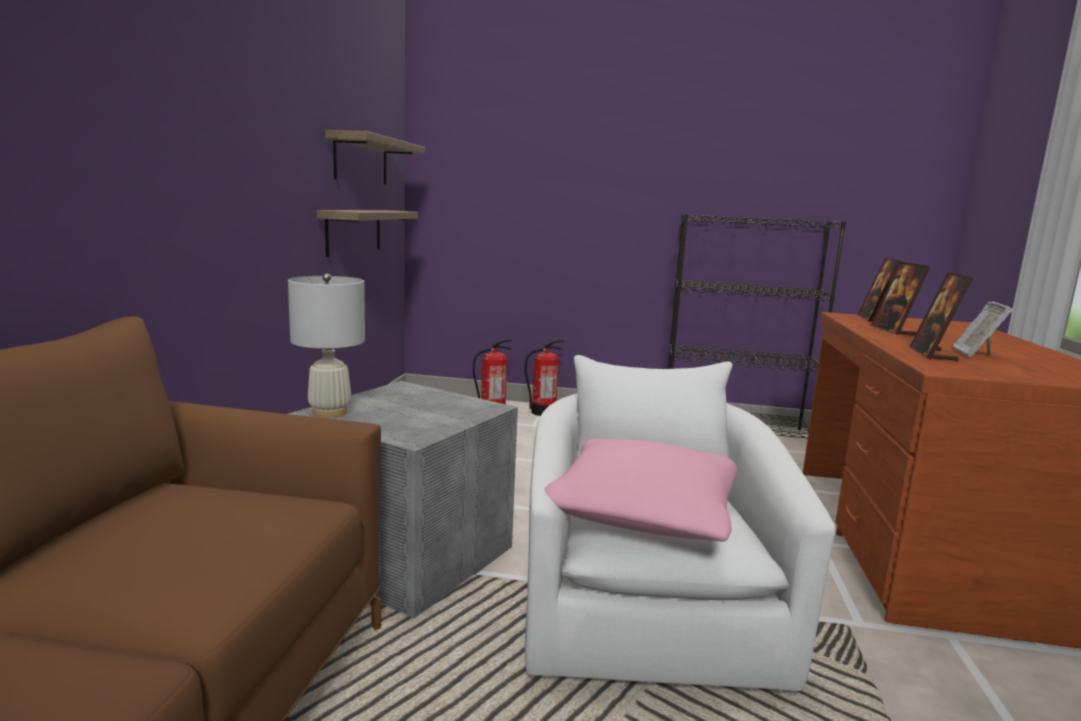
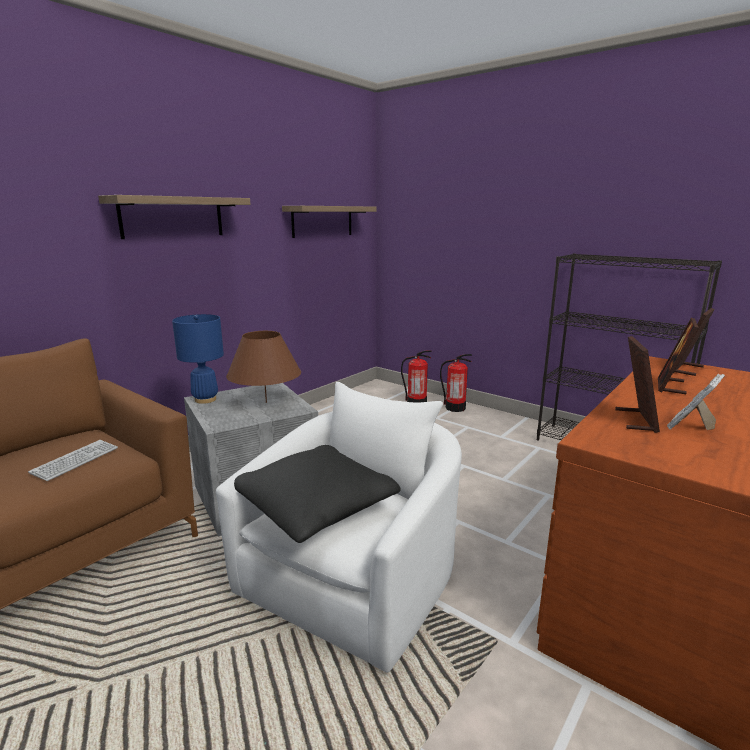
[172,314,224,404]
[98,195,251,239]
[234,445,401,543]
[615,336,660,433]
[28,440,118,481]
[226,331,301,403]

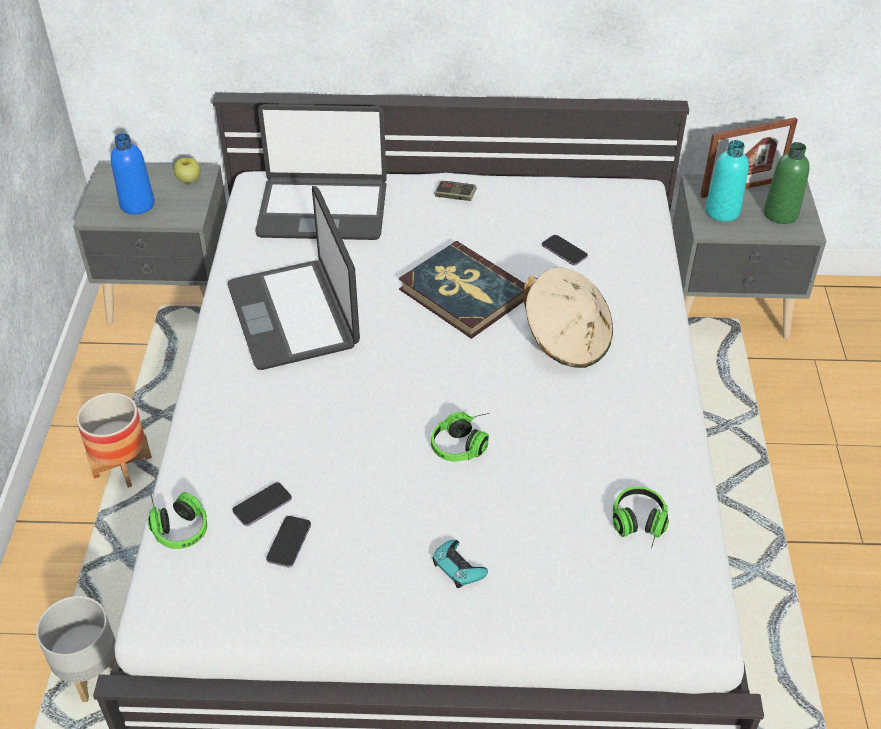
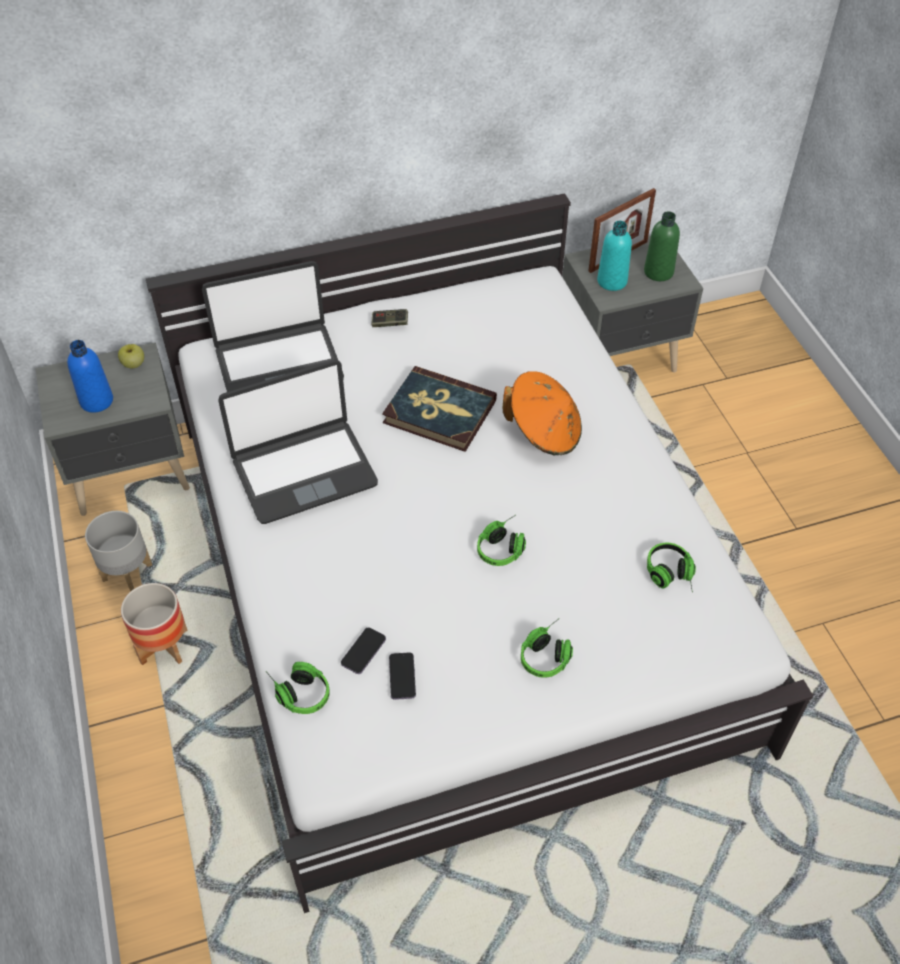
[85,511,152,592]
[218,360,378,524]
[521,620,573,678]
[503,371,582,455]
[542,235,588,265] (first image)

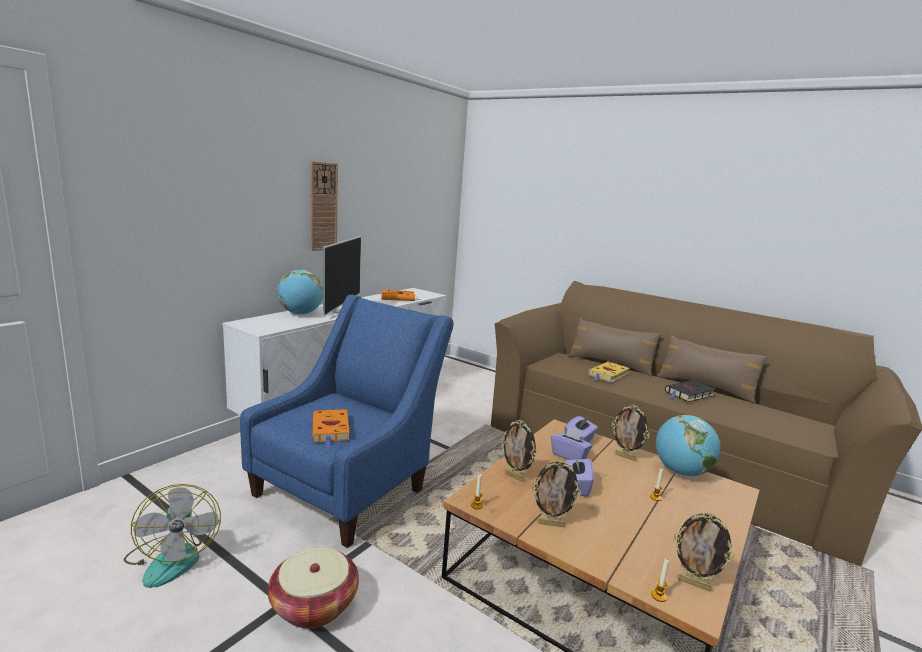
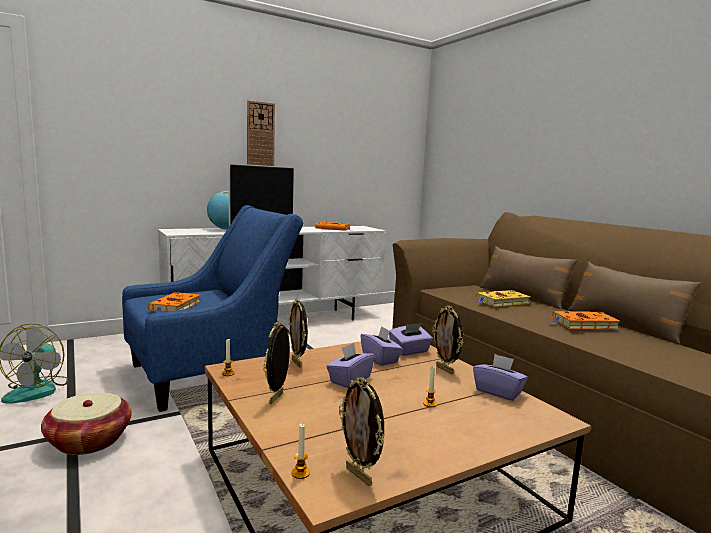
[263,322,290,404]
[473,354,528,401]
[550,311,621,330]

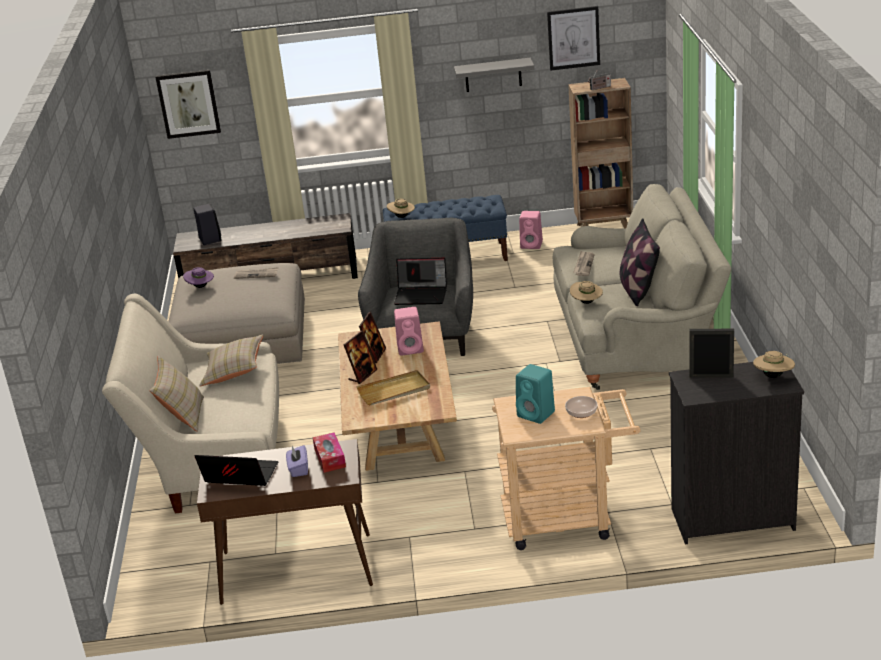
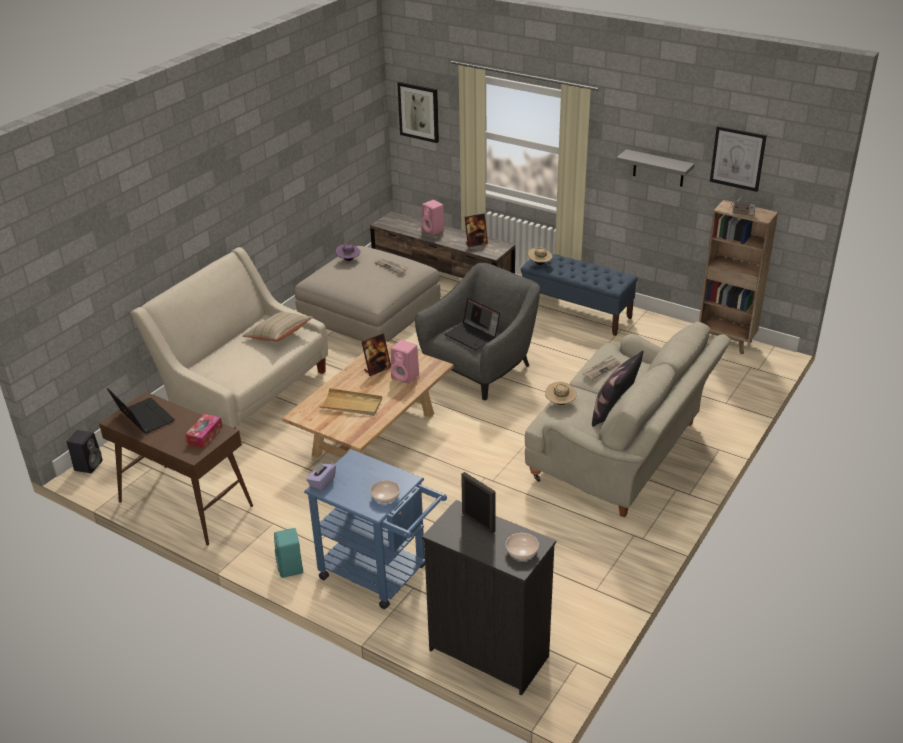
[150,356,204,432] (first image)
[67,430,103,473]
[306,461,336,491]
[465,213,488,247]
[304,449,447,609]
[274,528,303,578]
[421,200,444,235]
[506,533,539,559]

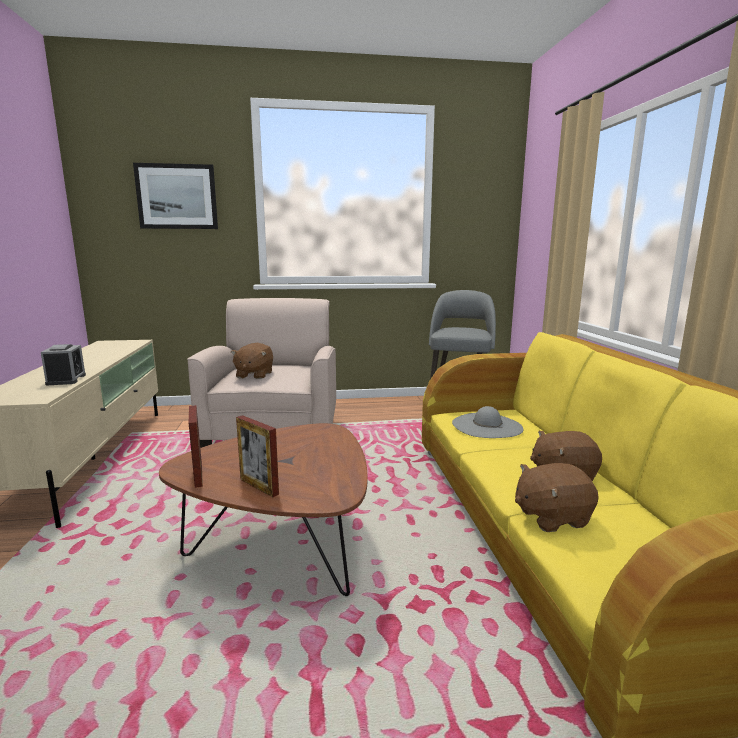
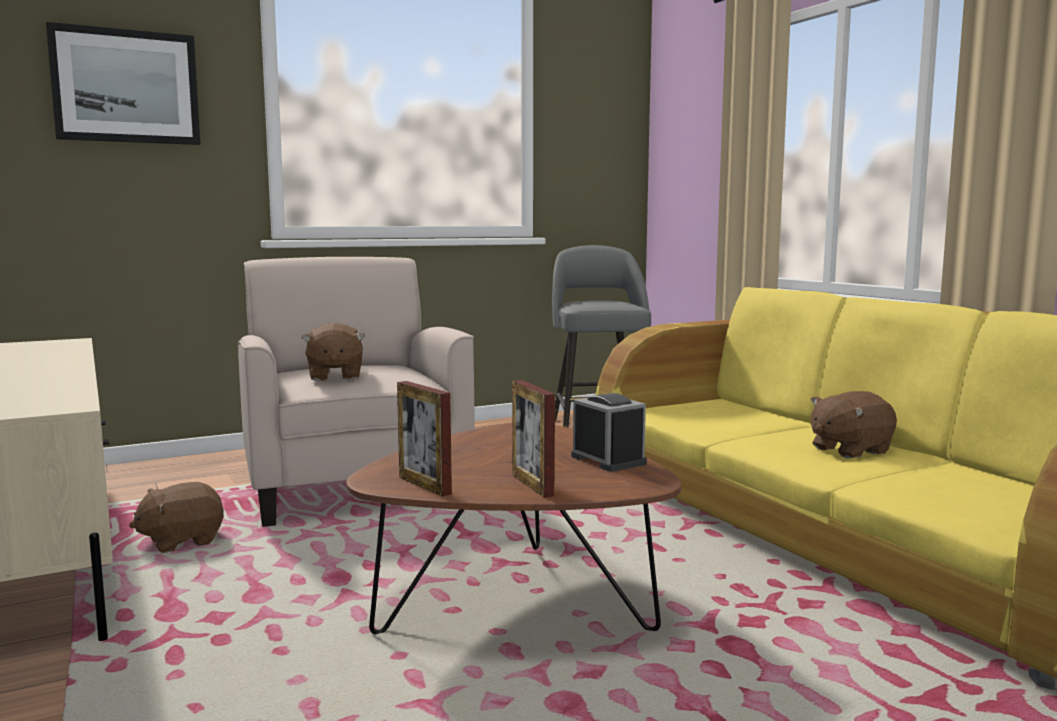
[571,393,647,472]
[512,380,555,498]
[452,406,523,438] (first image)
[129,482,224,553]

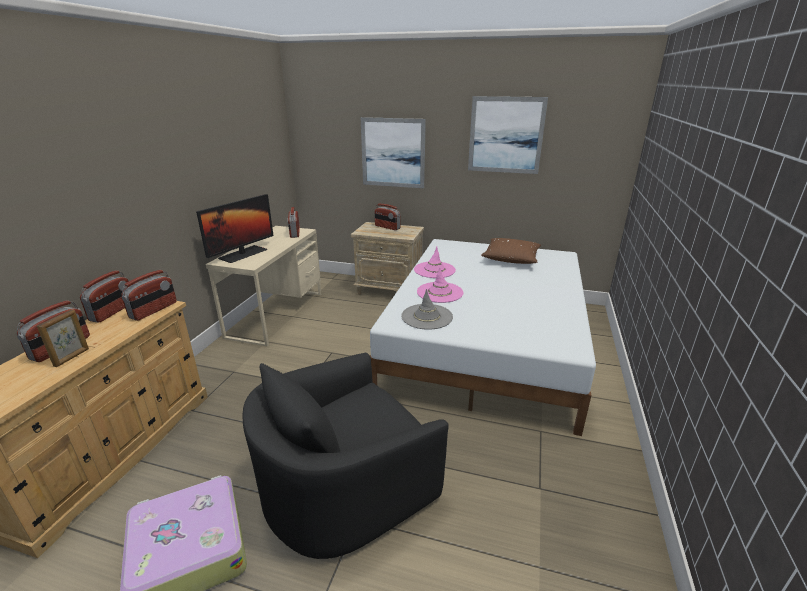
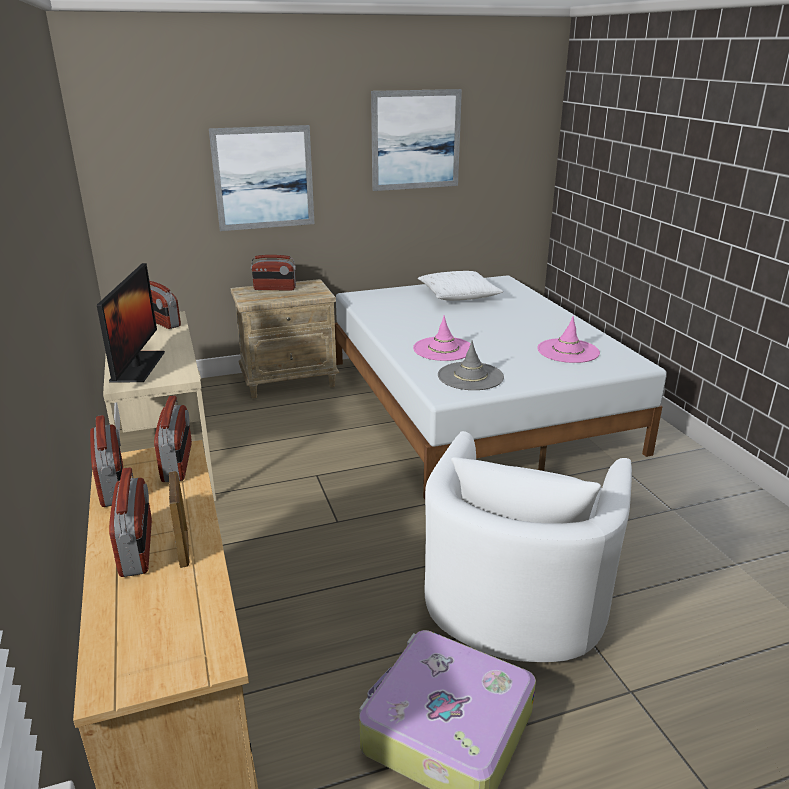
[425,431,632,662]
[537,316,600,363]
[418,271,504,301]

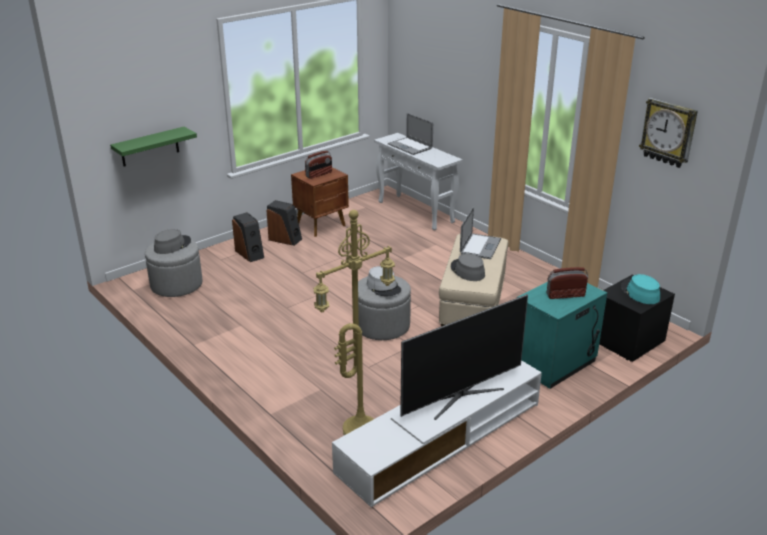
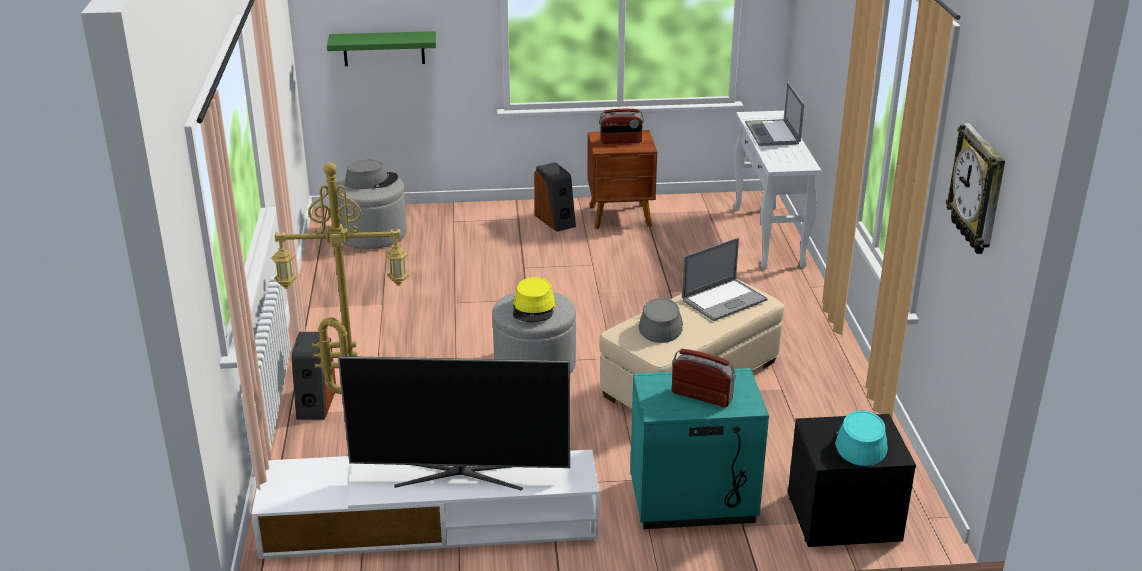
[292,332,336,420]
[513,277,556,322]

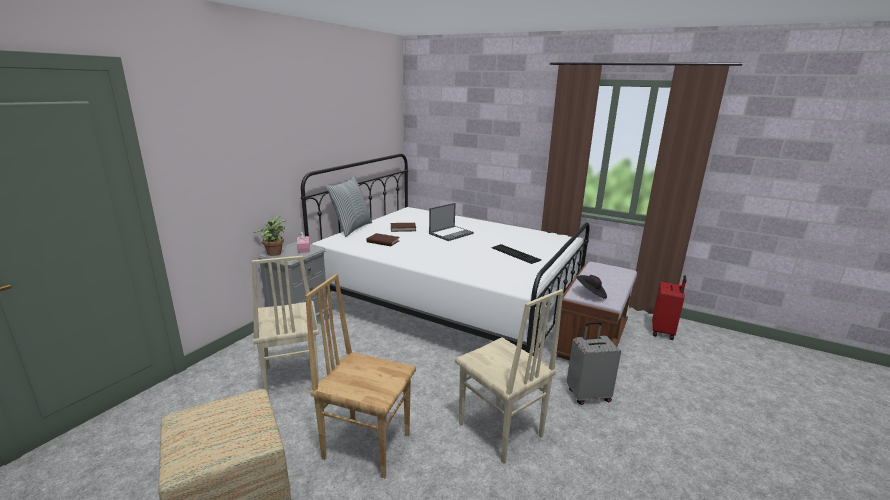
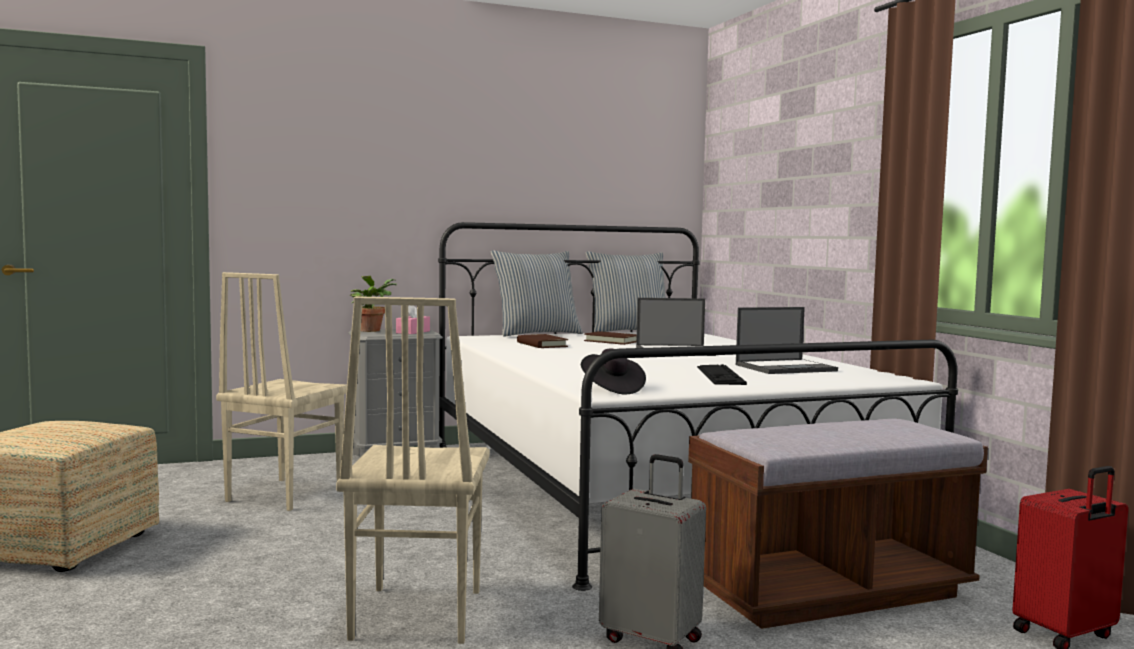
[305,274,416,478] (first image)
[581,349,646,394]
[586,251,666,332]
[736,307,838,374]

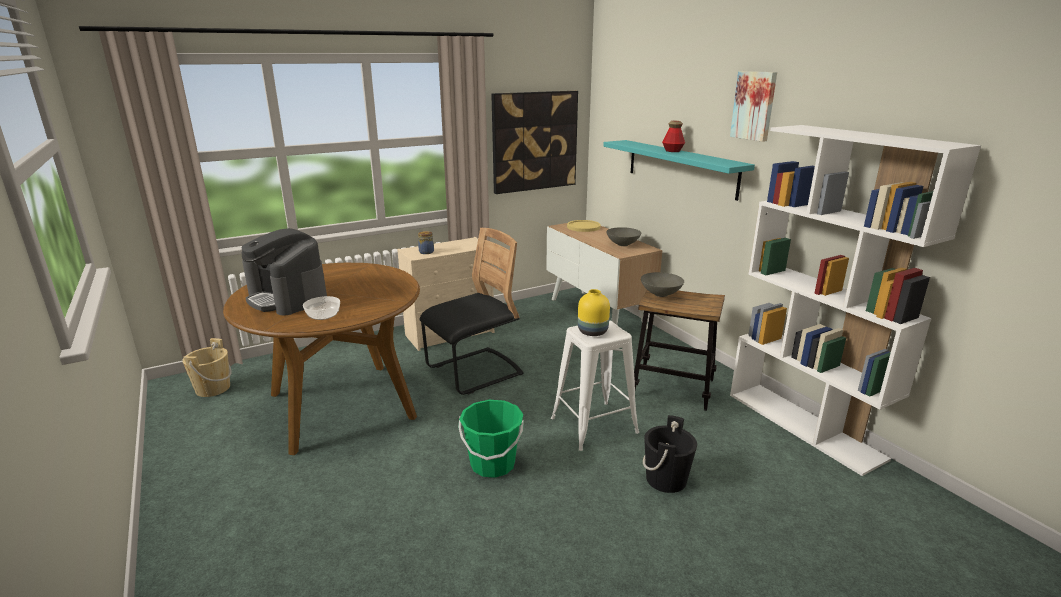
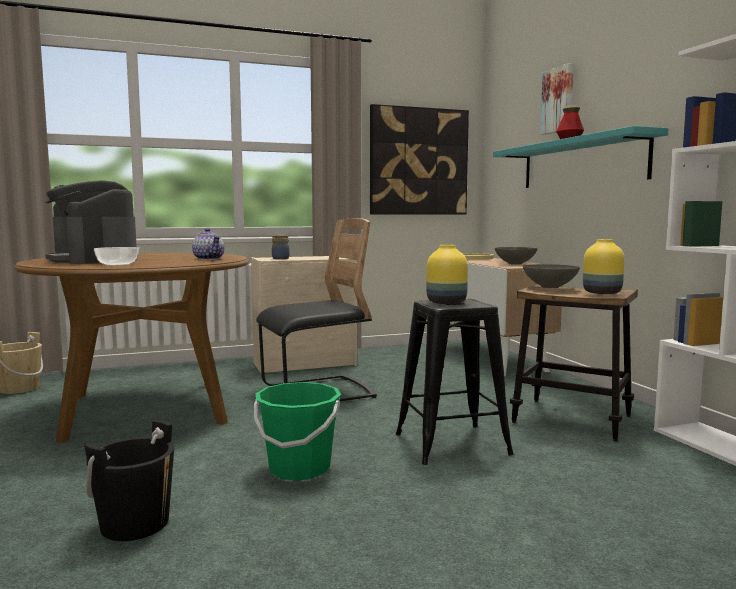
[396,299,513,465]
[84,420,174,541]
[540,63,574,135]
[192,228,224,260]
[583,239,625,294]

